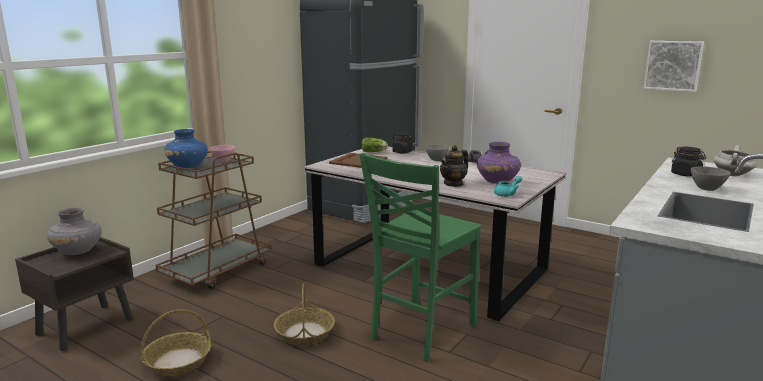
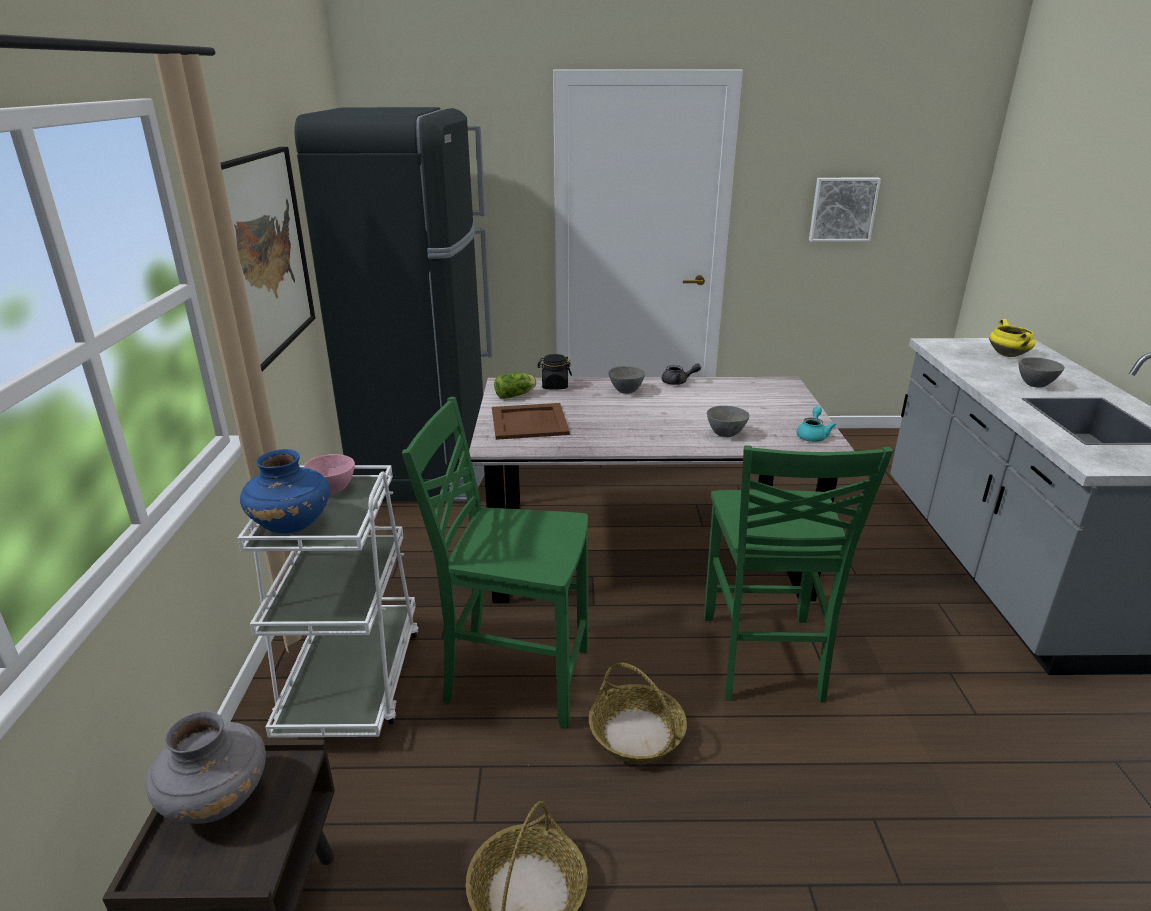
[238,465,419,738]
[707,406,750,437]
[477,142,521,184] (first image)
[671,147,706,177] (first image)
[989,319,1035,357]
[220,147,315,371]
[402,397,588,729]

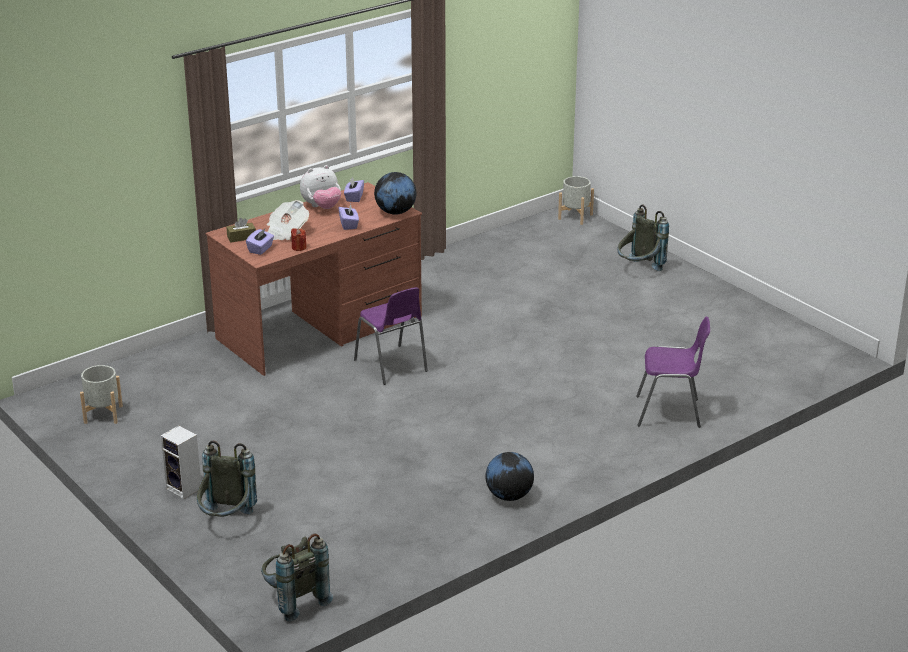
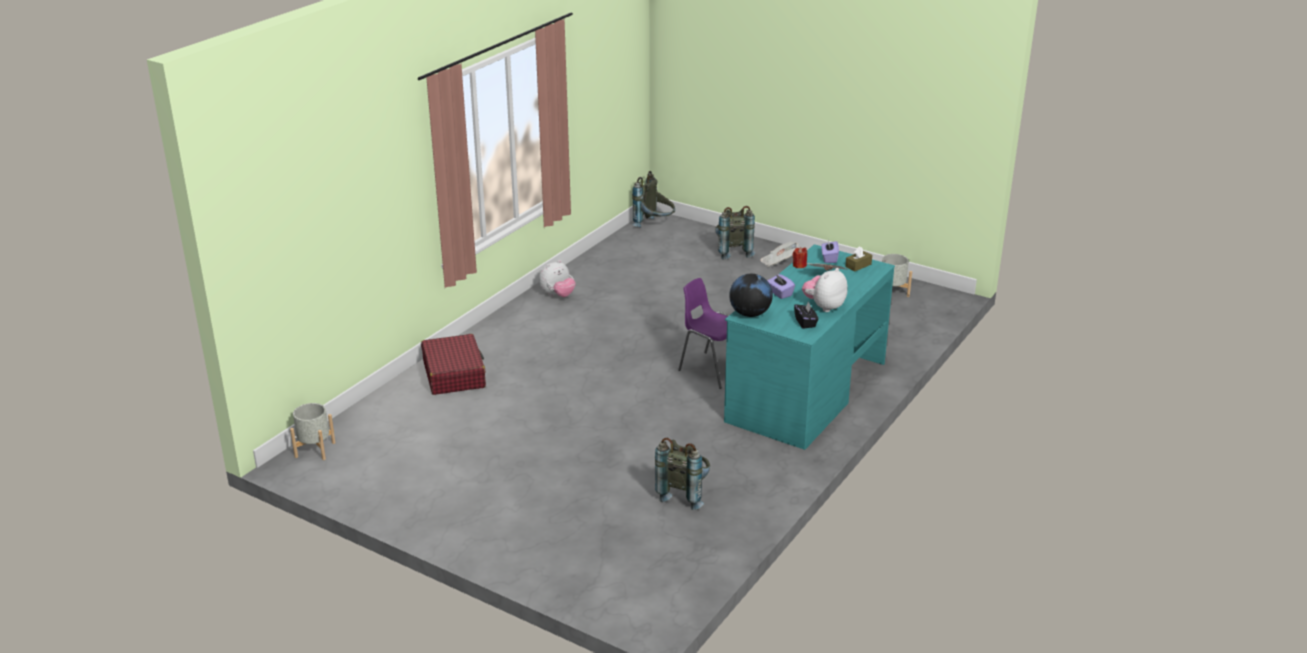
[760,241,798,267]
[724,244,895,450]
[794,302,819,329]
[539,260,576,297]
[290,403,335,460]
[655,438,710,510]
[421,334,486,395]

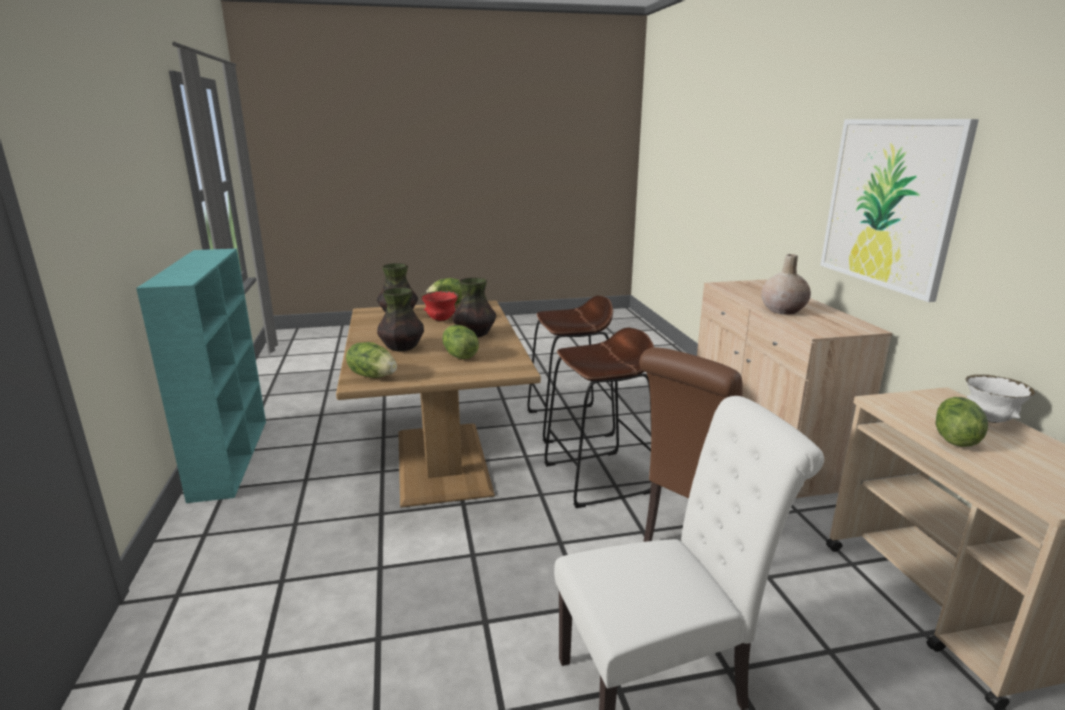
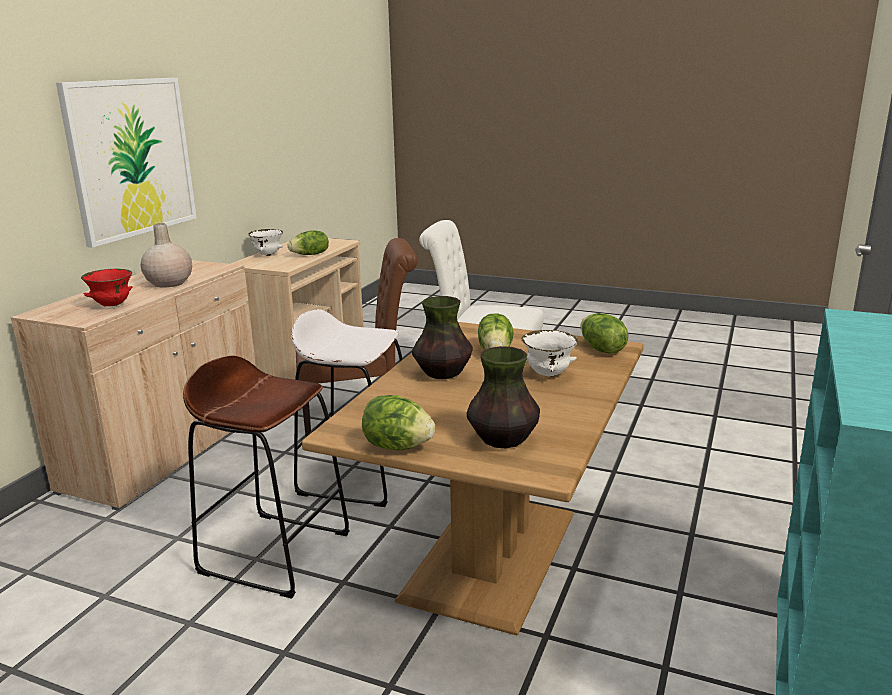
[522,330,578,376]
[81,268,132,306]
[291,309,403,507]

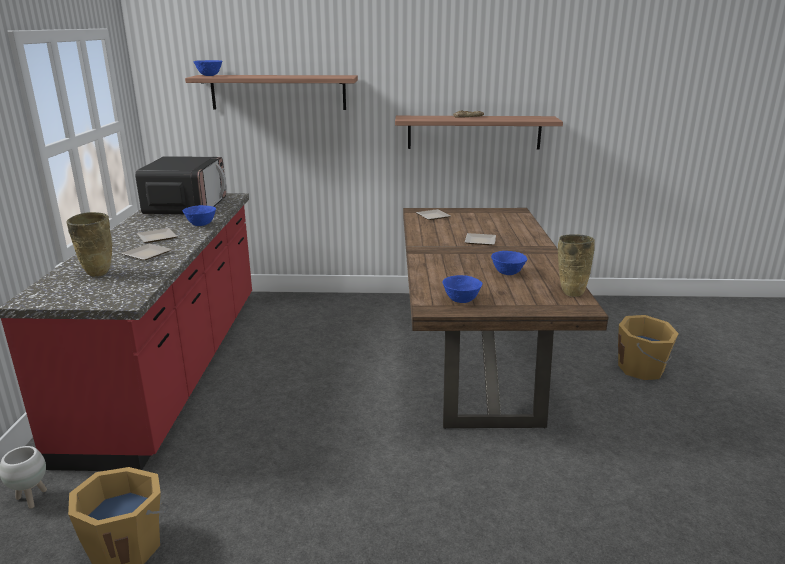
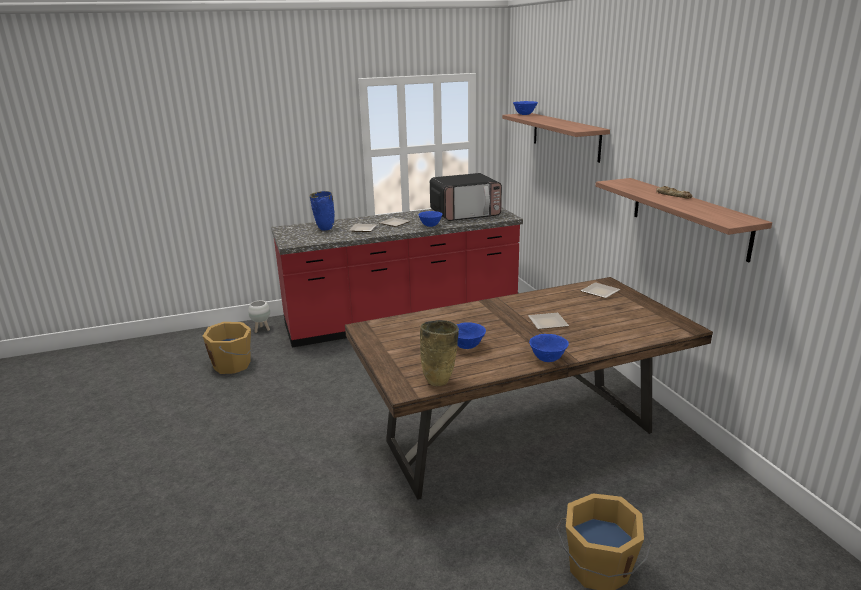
[309,191,334,231]
[529,334,569,362]

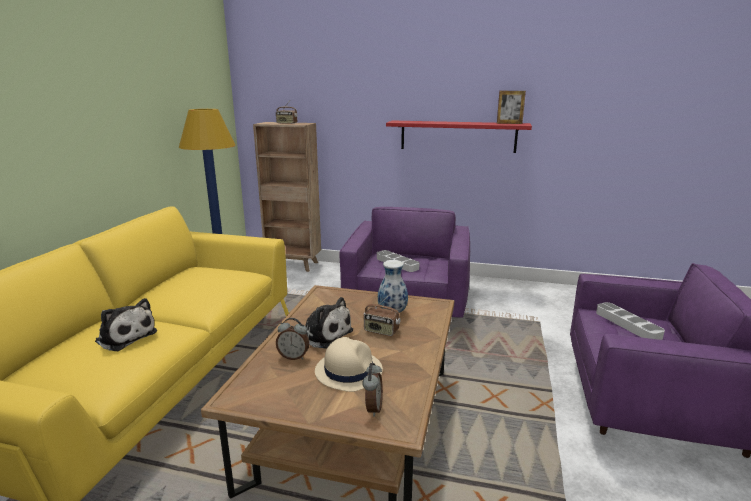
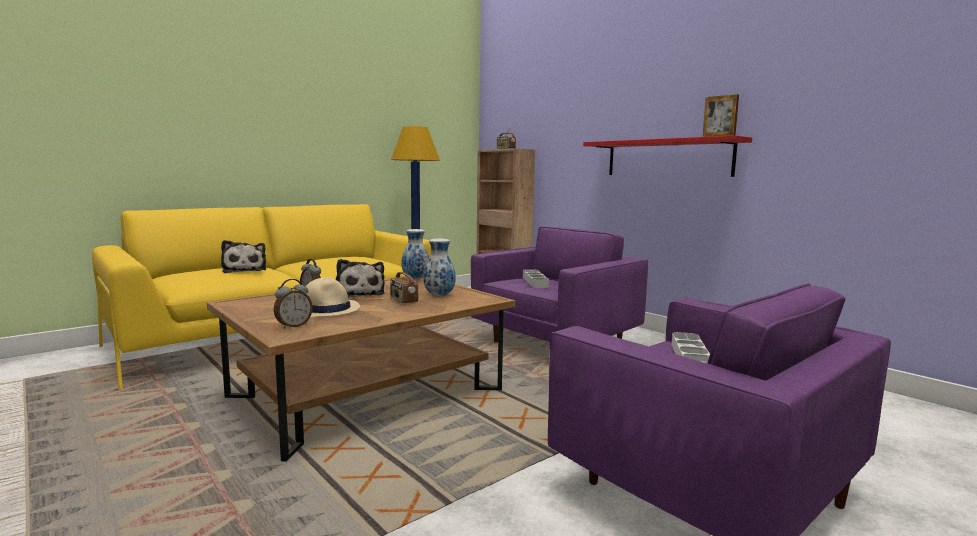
[401,229,429,280]

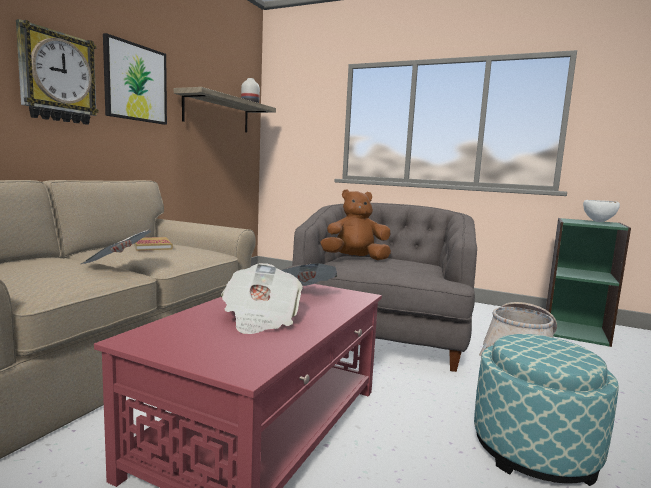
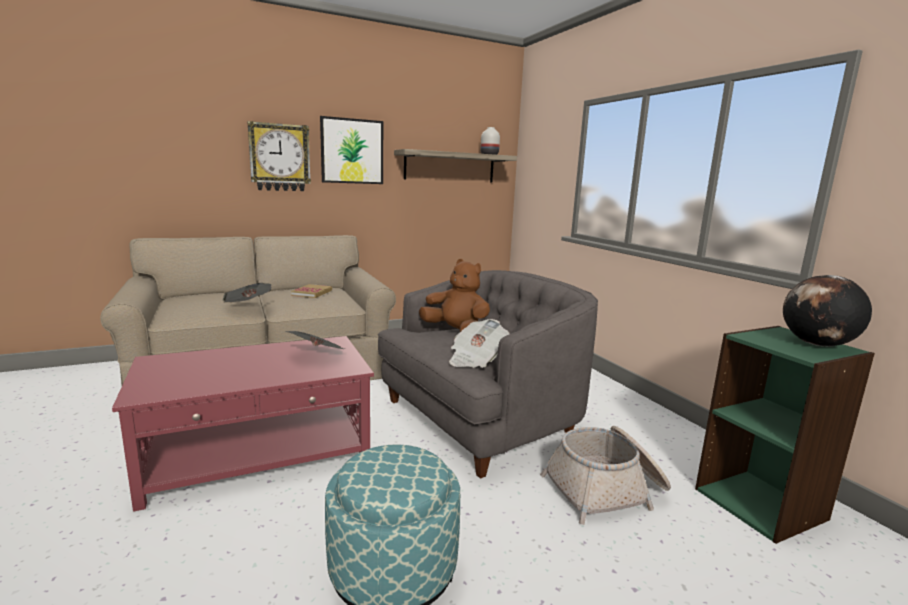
[449,319,509,368]
[783,275,872,347]

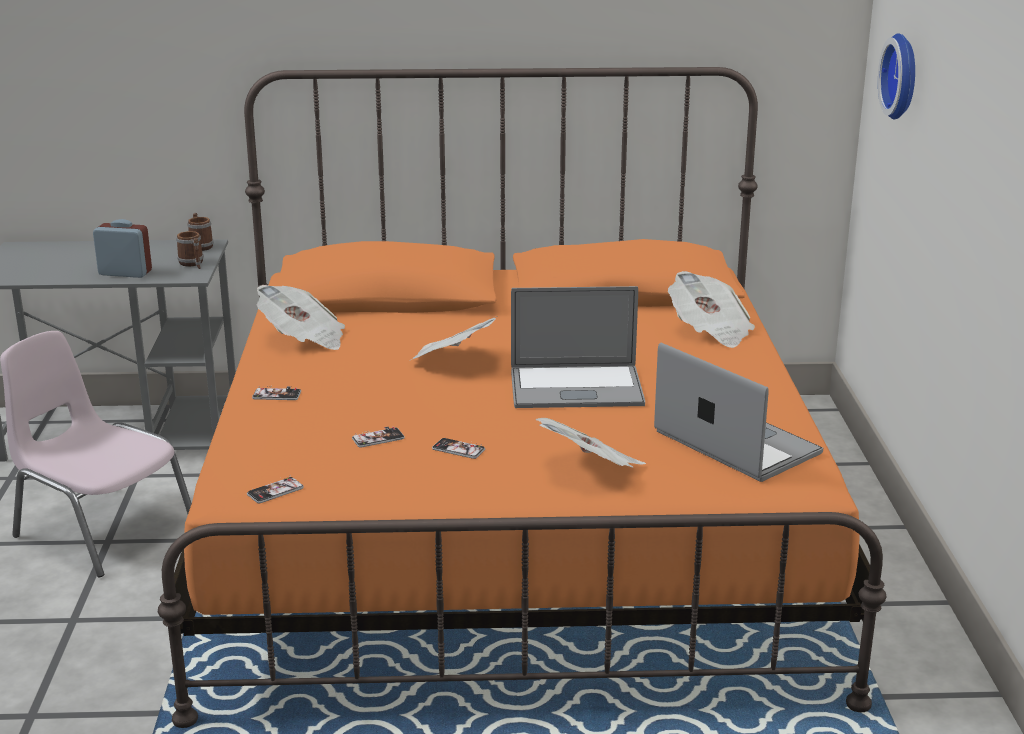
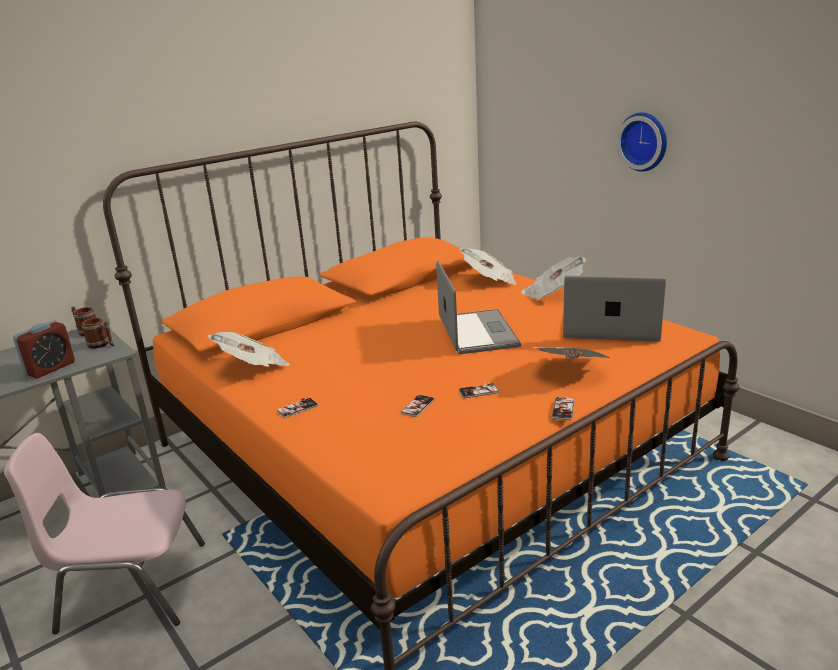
[13,321,75,378]
[552,396,575,420]
[521,257,587,300]
[436,261,521,354]
[617,112,667,172]

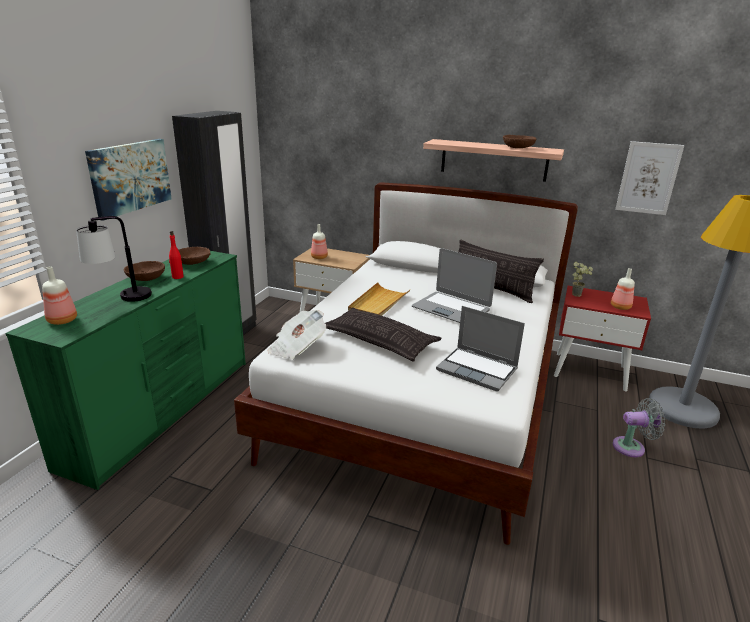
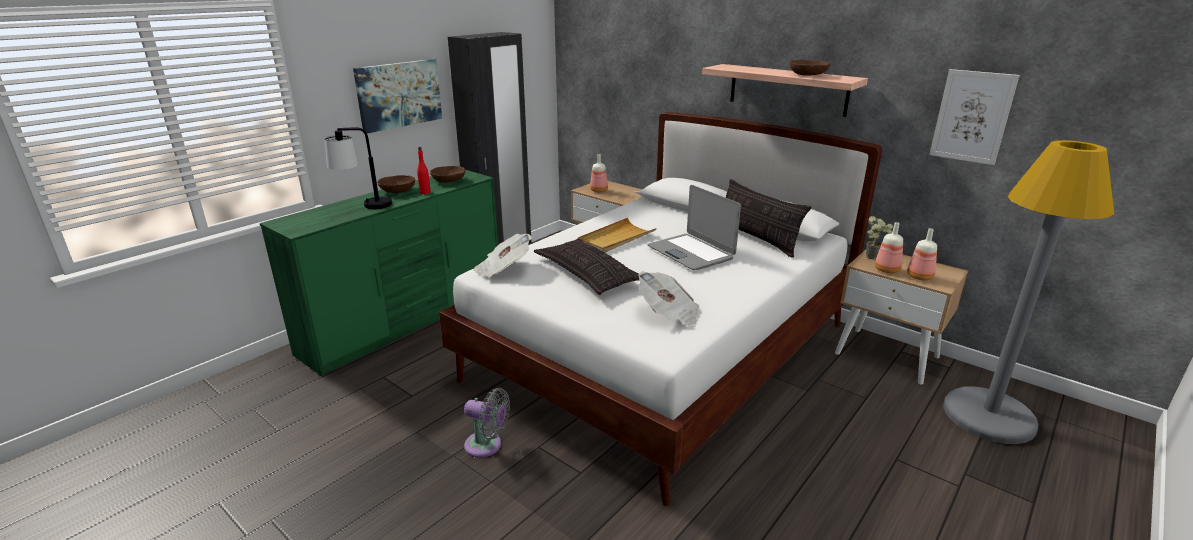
[875,222,903,273]
[638,272,699,327]
[835,250,968,385]
[464,388,510,458]

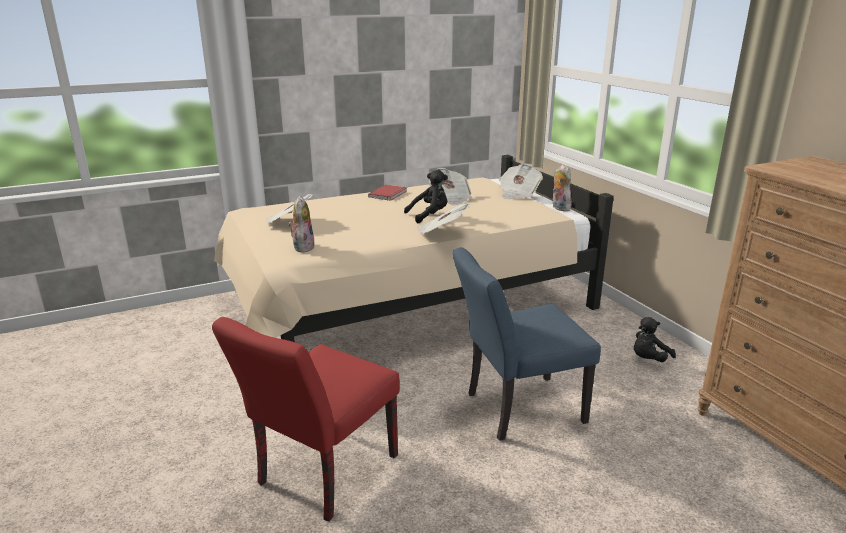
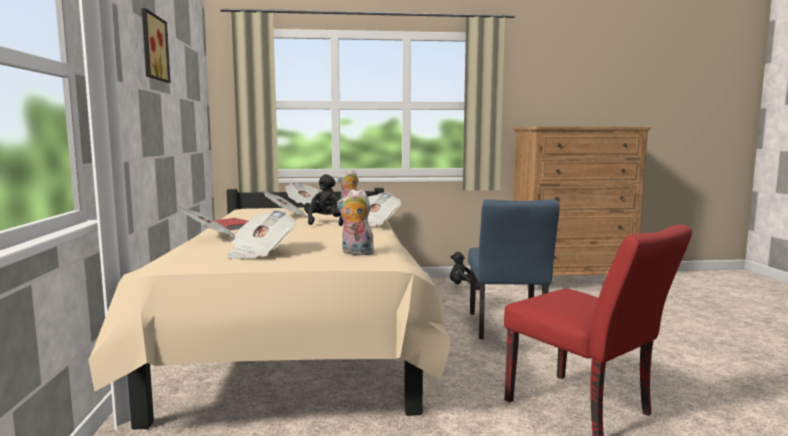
[450,252,480,290]
[142,8,171,83]
[176,206,235,237]

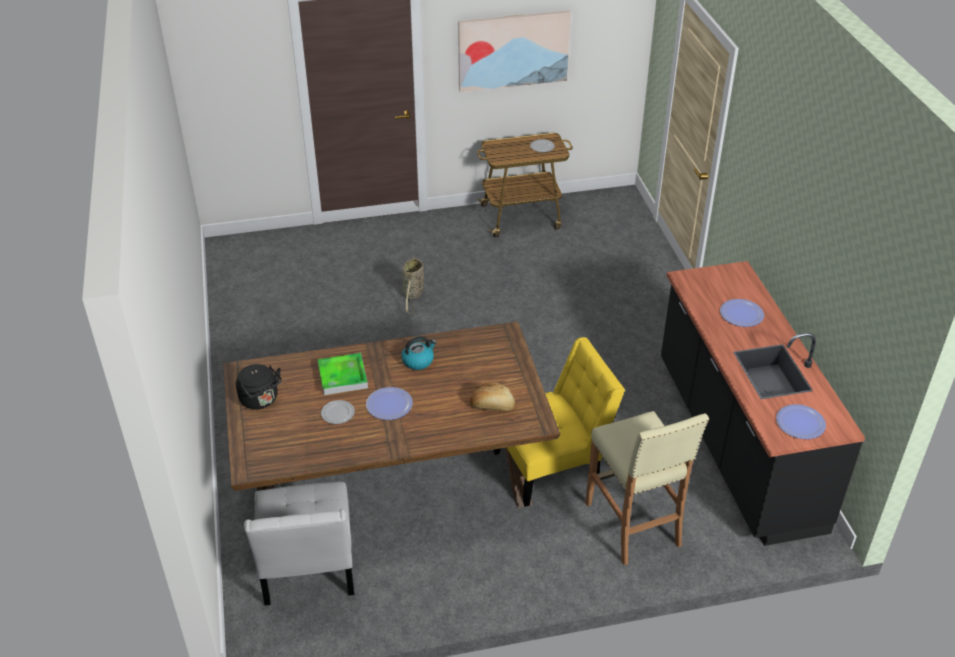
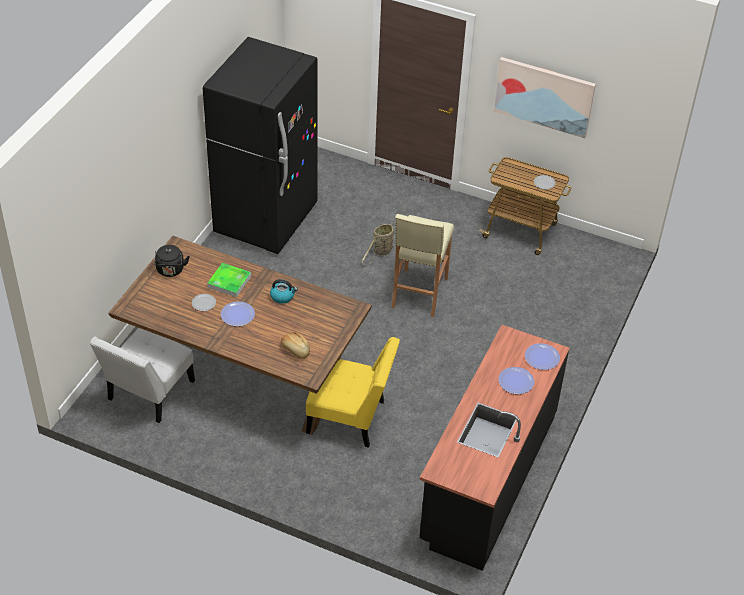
[391,214,454,317]
[525,343,560,370]
[203,37,318,254]

